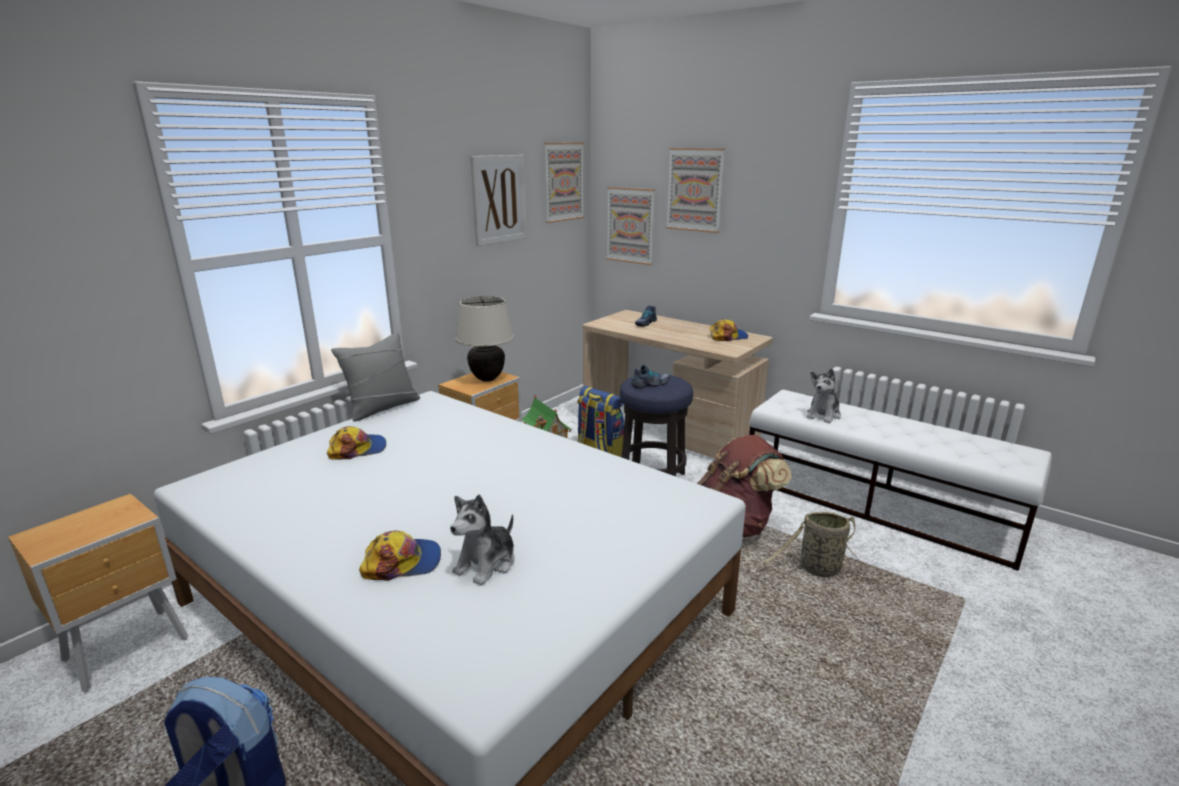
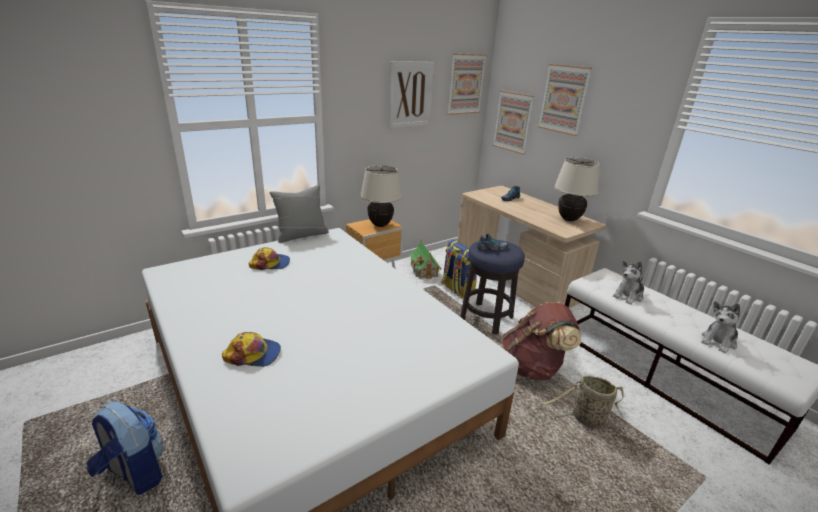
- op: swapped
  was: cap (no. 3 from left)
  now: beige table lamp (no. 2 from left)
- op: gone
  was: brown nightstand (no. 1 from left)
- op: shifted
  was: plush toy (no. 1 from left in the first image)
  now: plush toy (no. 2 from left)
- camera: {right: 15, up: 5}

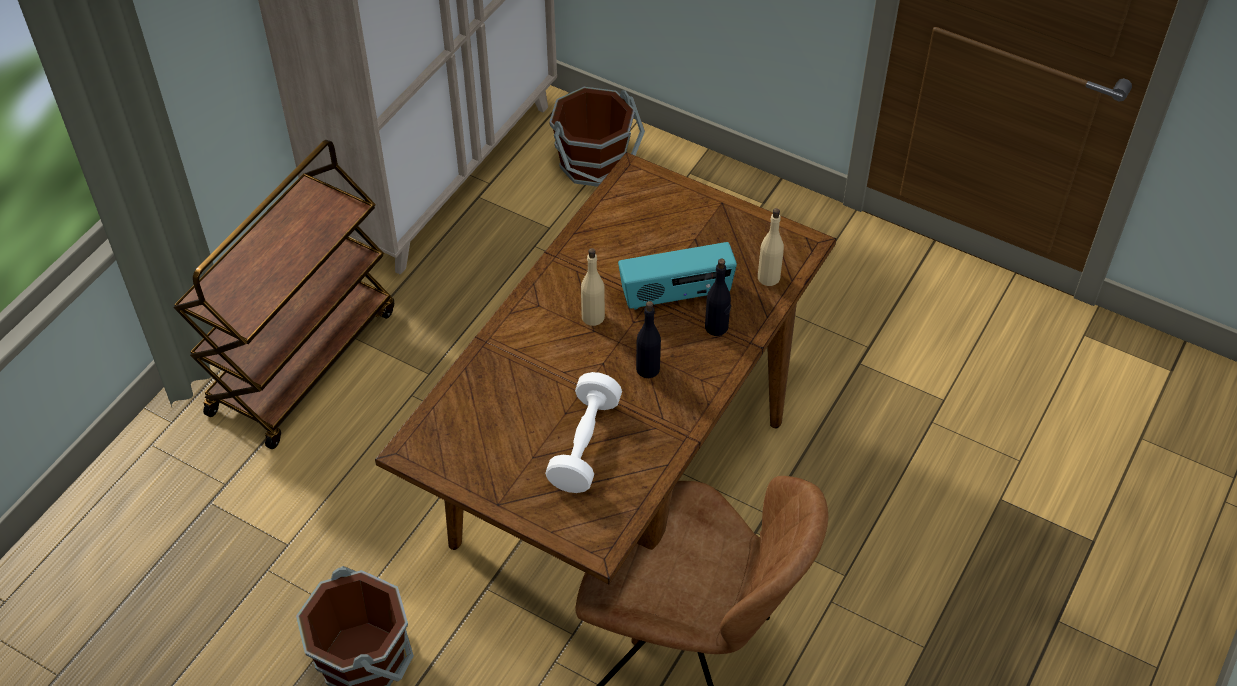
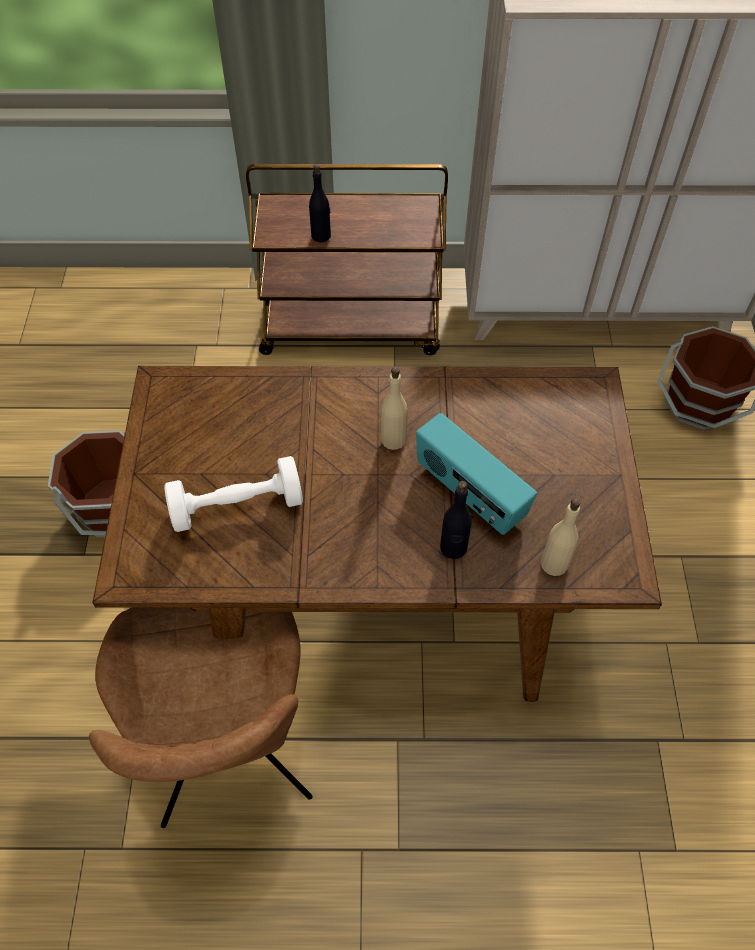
- op: shifted
  was: black bottle (no. 1 from left)
- camera: {right: 60, up: 5}

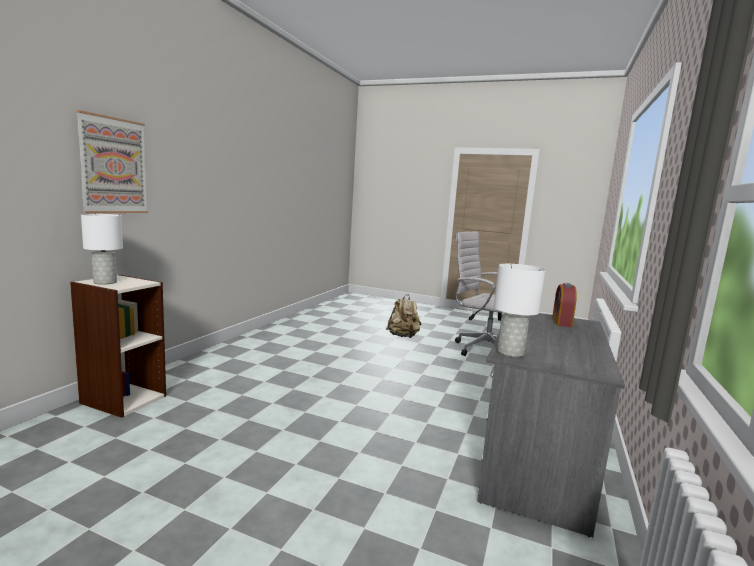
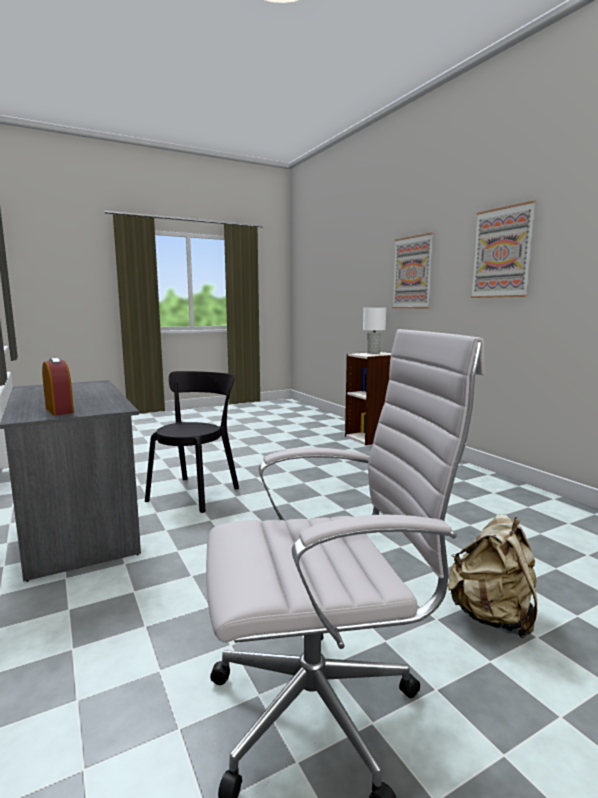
- op: gone
  was: white table lamp (no. 2 from left)
- op: new
  now: picture (no. 2 from left)
- op: new
  now: black chair
- camera: {right: 130, up: 0}

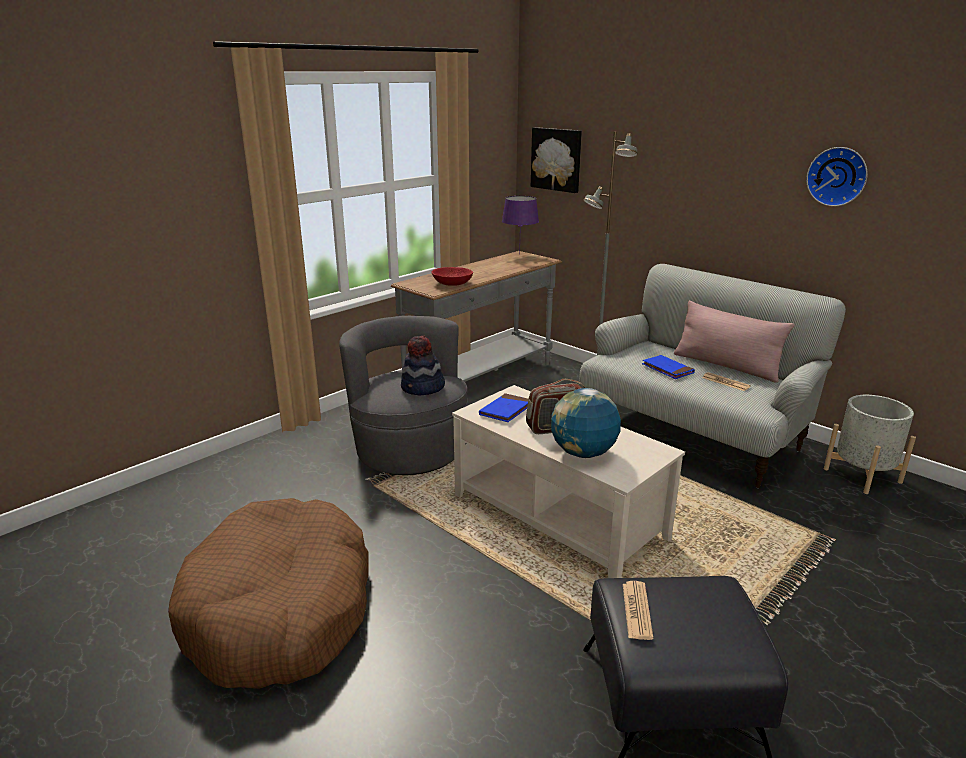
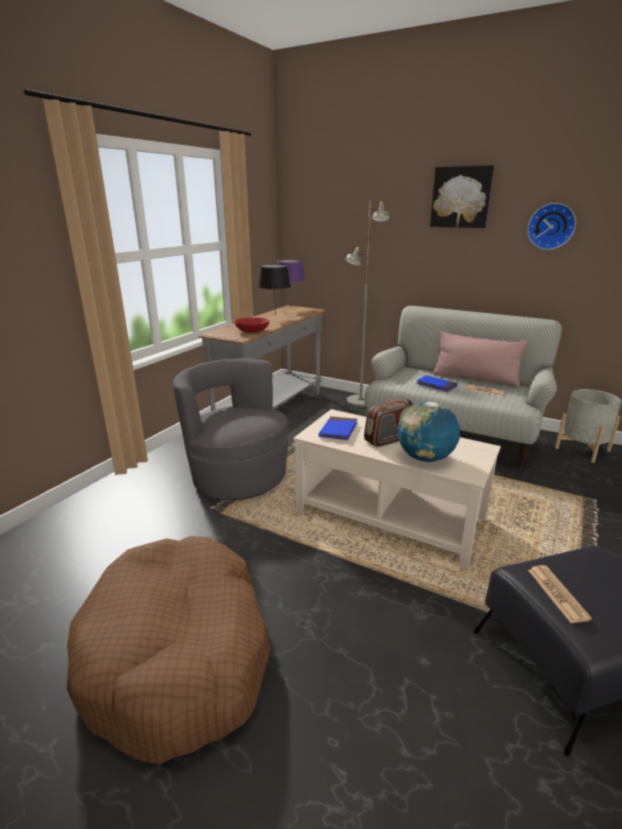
- op: shifted
  was: picture
- op: gone
  was: hat
- op: new
  now: black table lamp
- camera: {right: -15, up: 0}

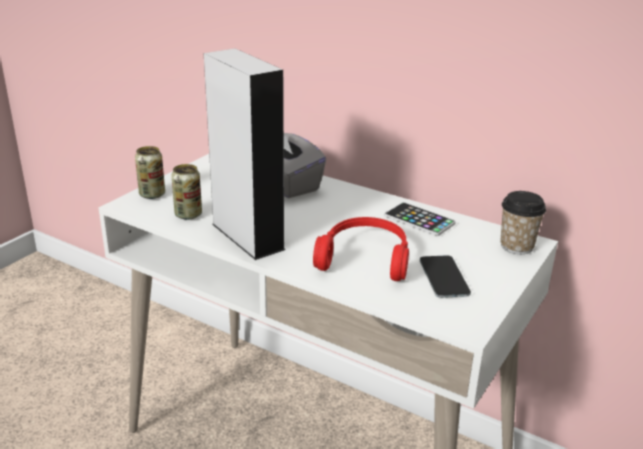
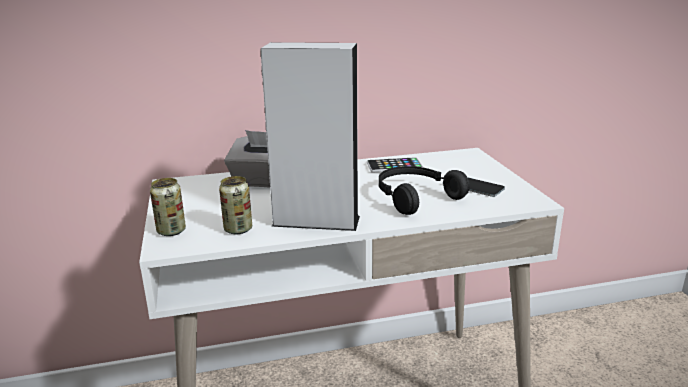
- op: gone
  was: cup
- op: repainted
  was: red headphones
  now: black headphones
- camera: {right: -45, up: -5}

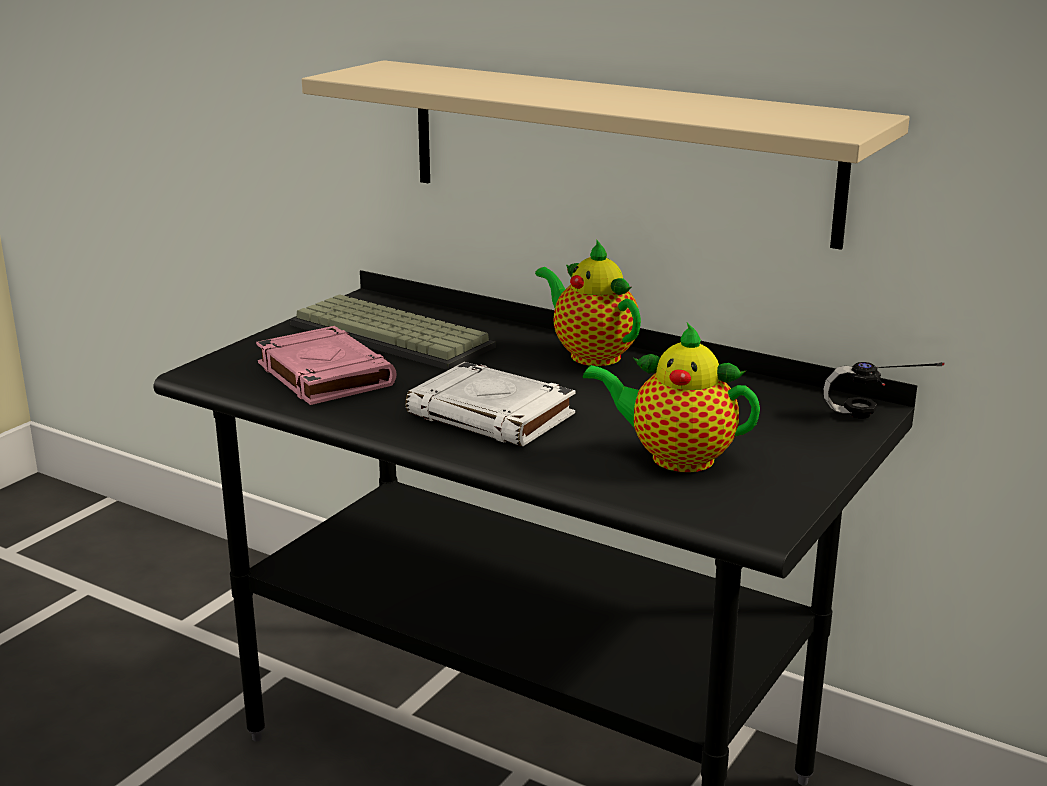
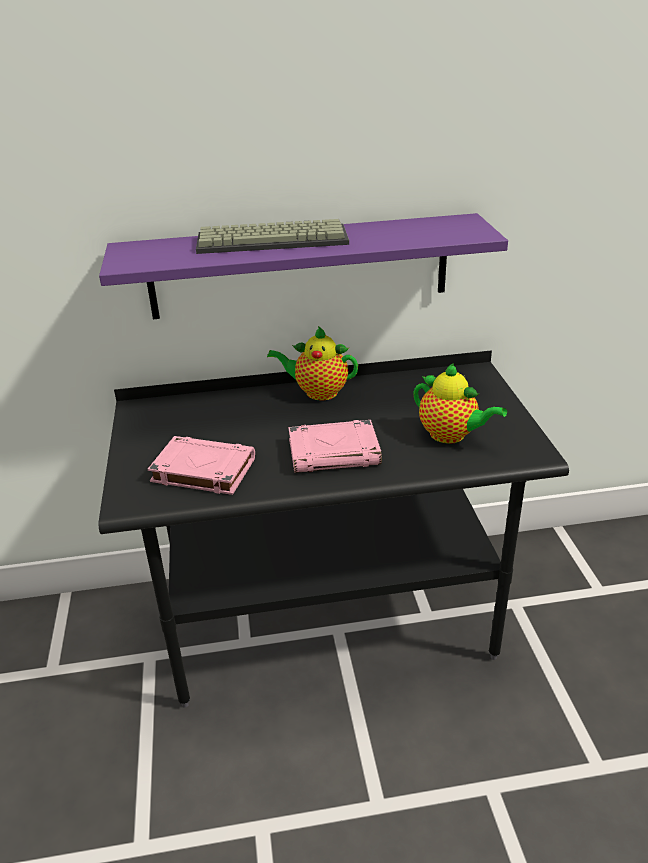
- op: repainted
  was: beige shelf
  now: purple shelf
- op: shifted
  was: keyboard
- op: rotated
  was: teapot (no. 2 from left)
  clockwise: -120
- op: repainted
  was: white book
  now: pink book (no. 2 from left)
- op: gone
  was: headphones
- camera: {right: -40, up: 10}

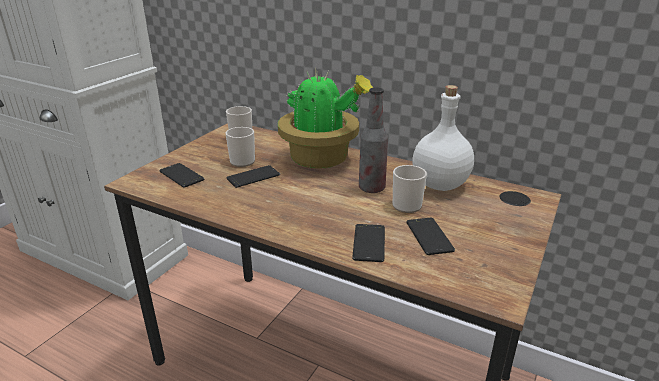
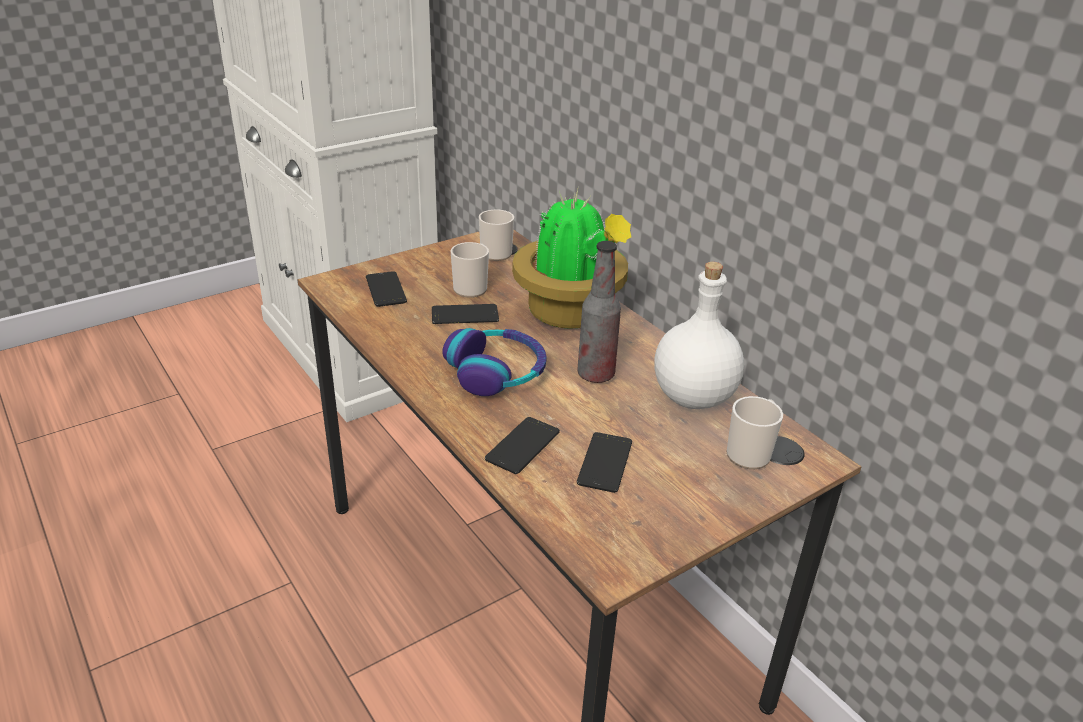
- op: shifted
  was: mug (no. 3 from left)
- op: new
  now: headphones
- camera: {right: 25, up: 5}

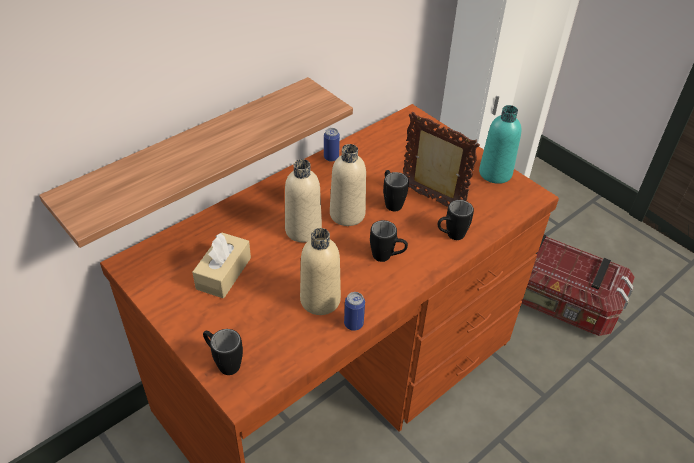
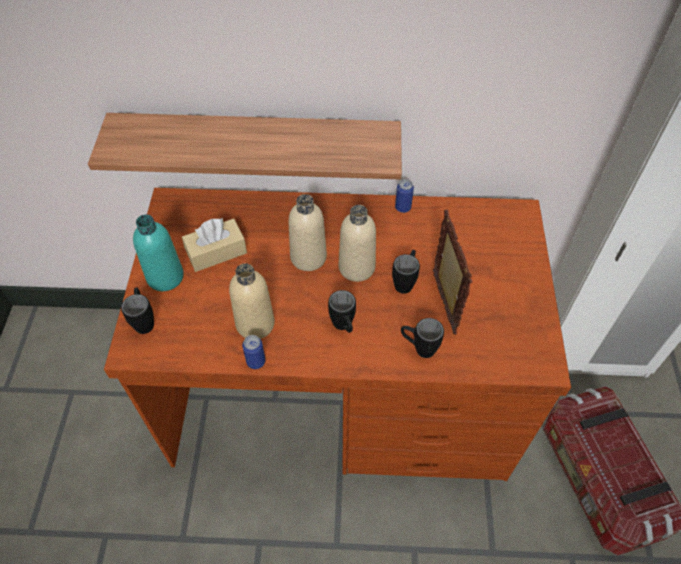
- op: shifted
  was: turquoise bottle
- camera: {right: 45, up: 10}

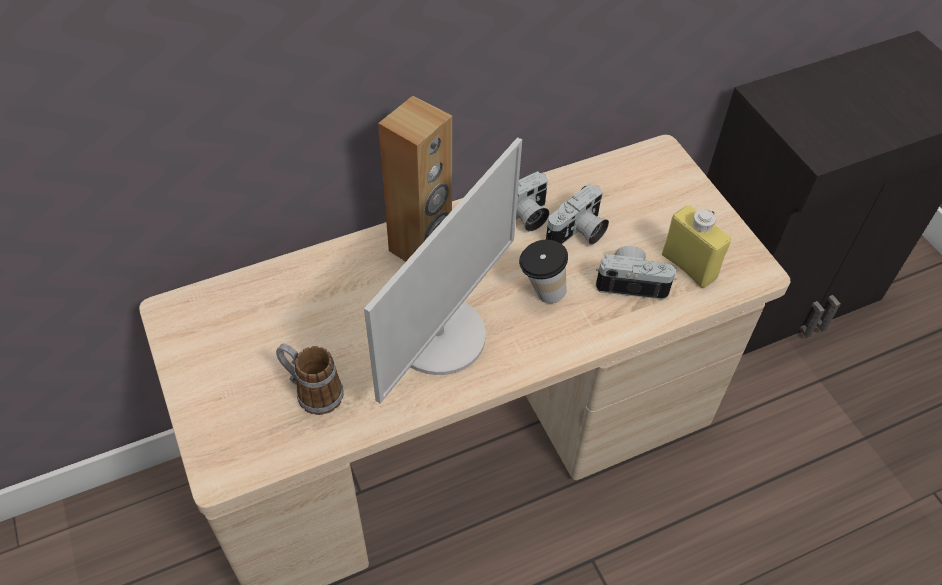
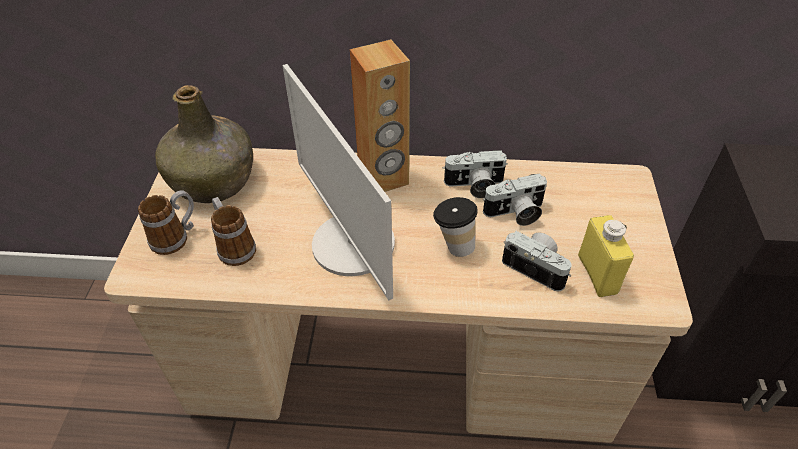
- op: rotated
  was: monitor
  clockwise: 90
- op: new
  now: green bottle
- op: new
  now: mug (no. 1 from left)
- camera: {right: 30, up: -5}

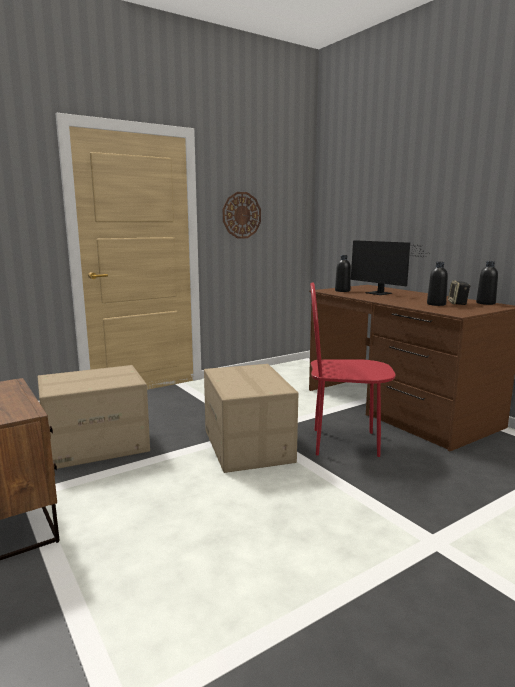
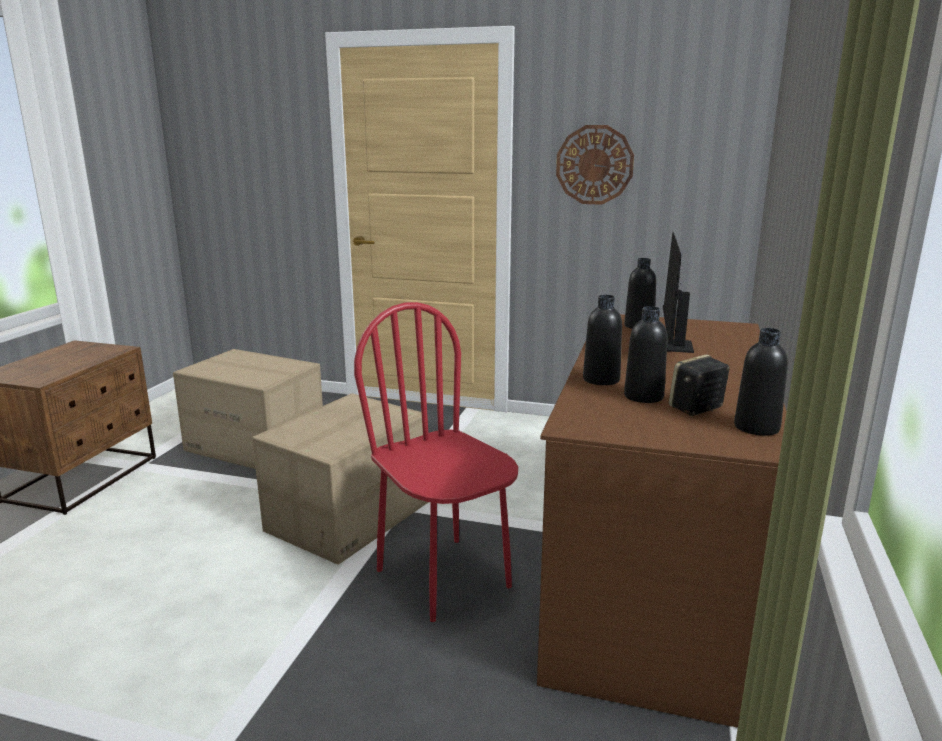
- op: new
  now: black bottle (no. 1 from left)
- camera: {right: 50, up: 5}

